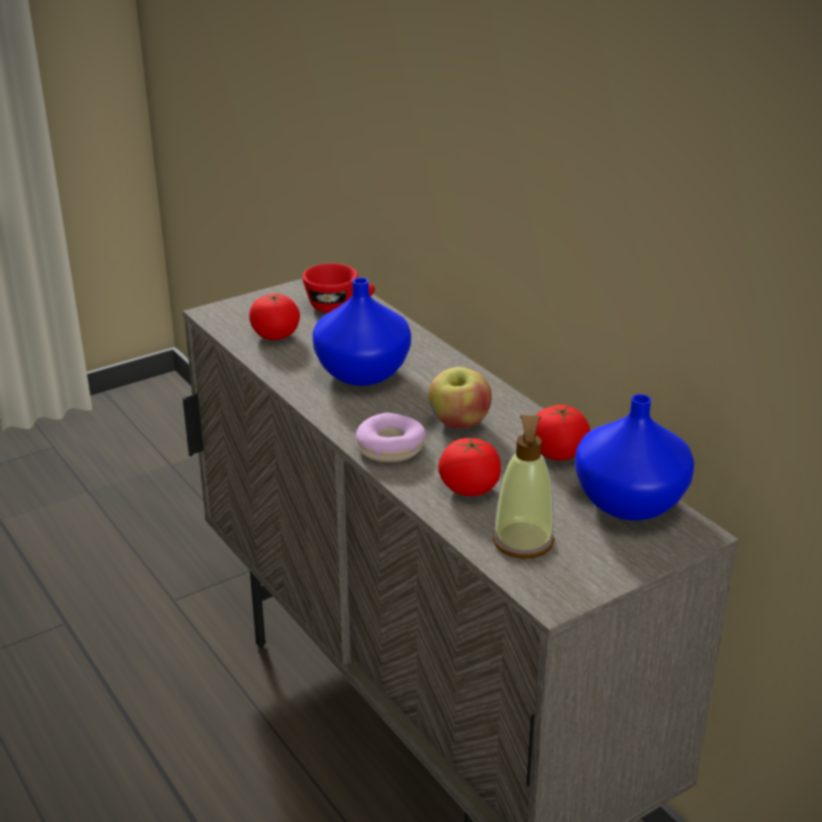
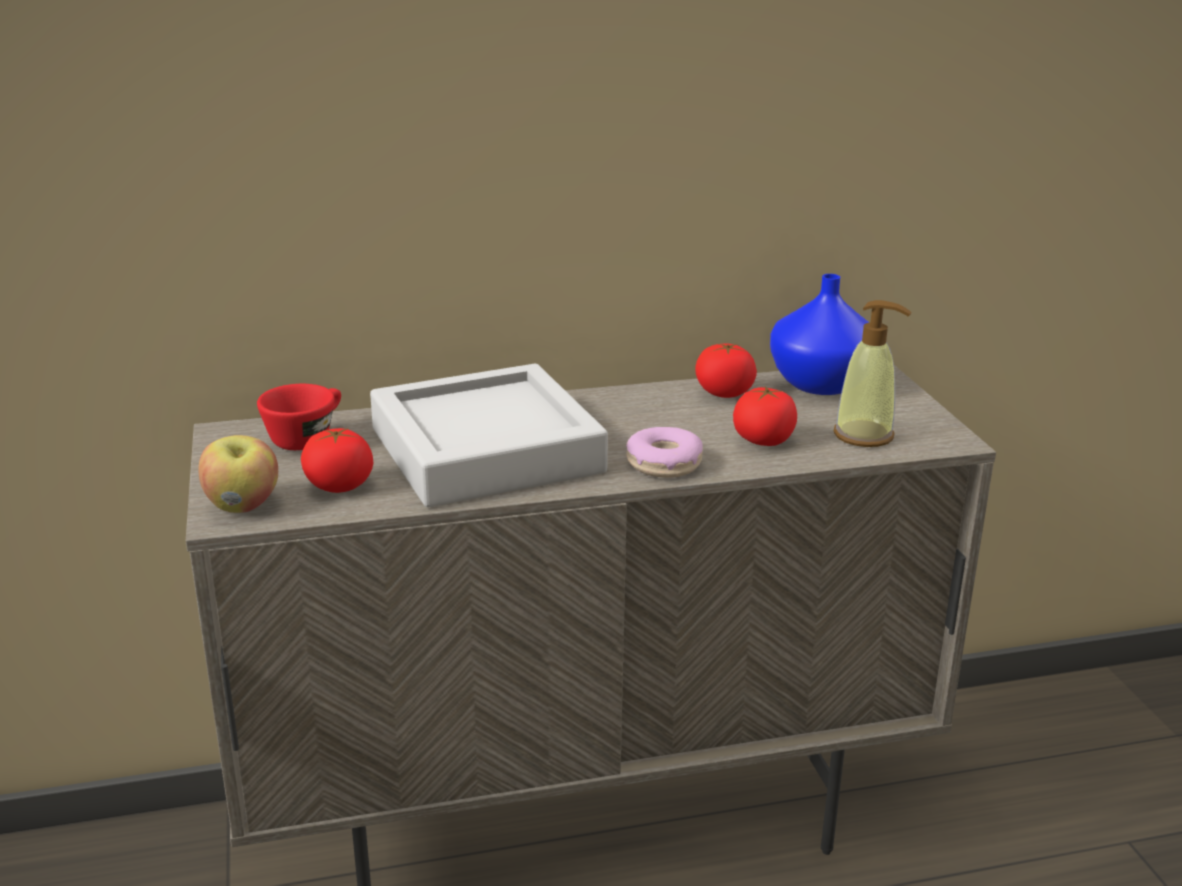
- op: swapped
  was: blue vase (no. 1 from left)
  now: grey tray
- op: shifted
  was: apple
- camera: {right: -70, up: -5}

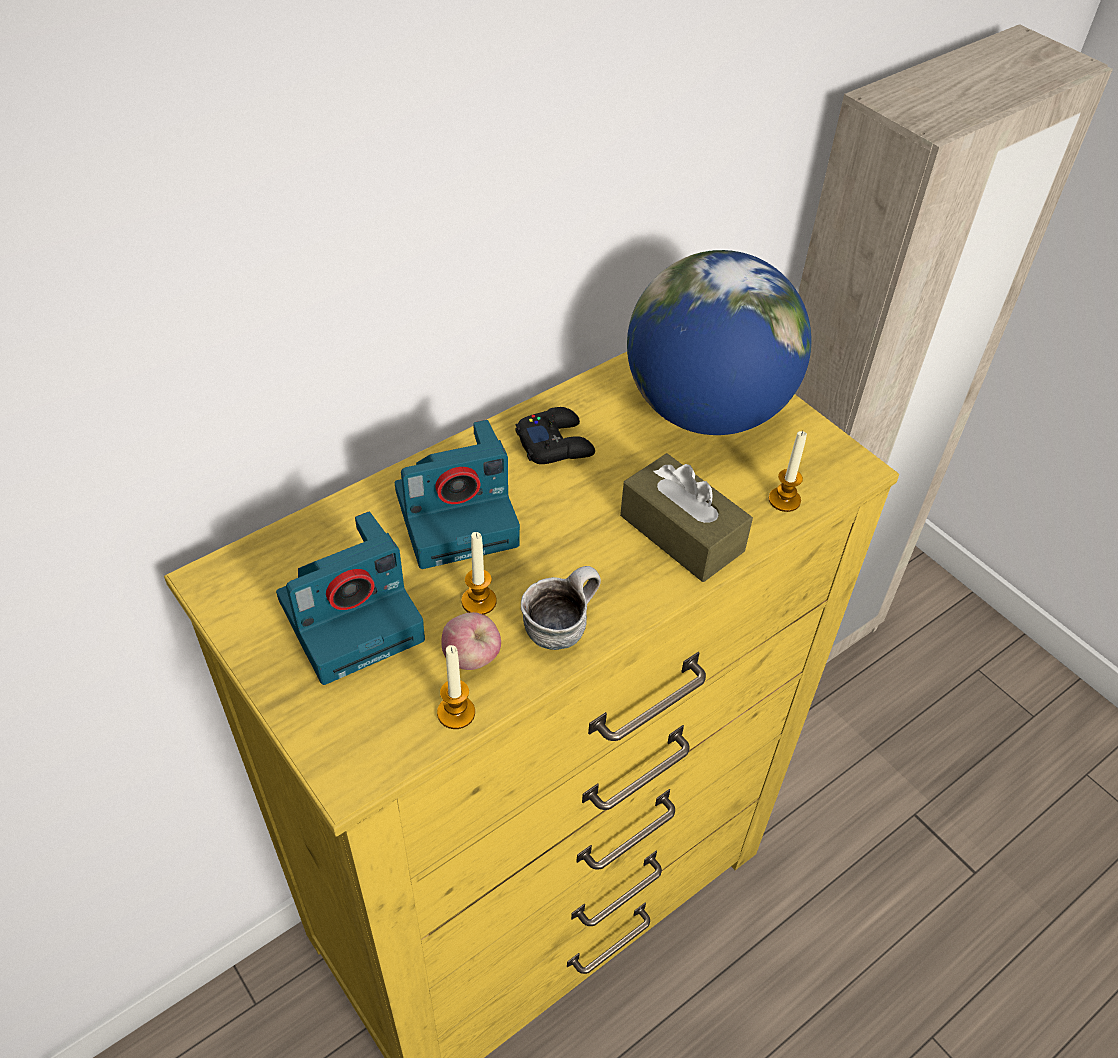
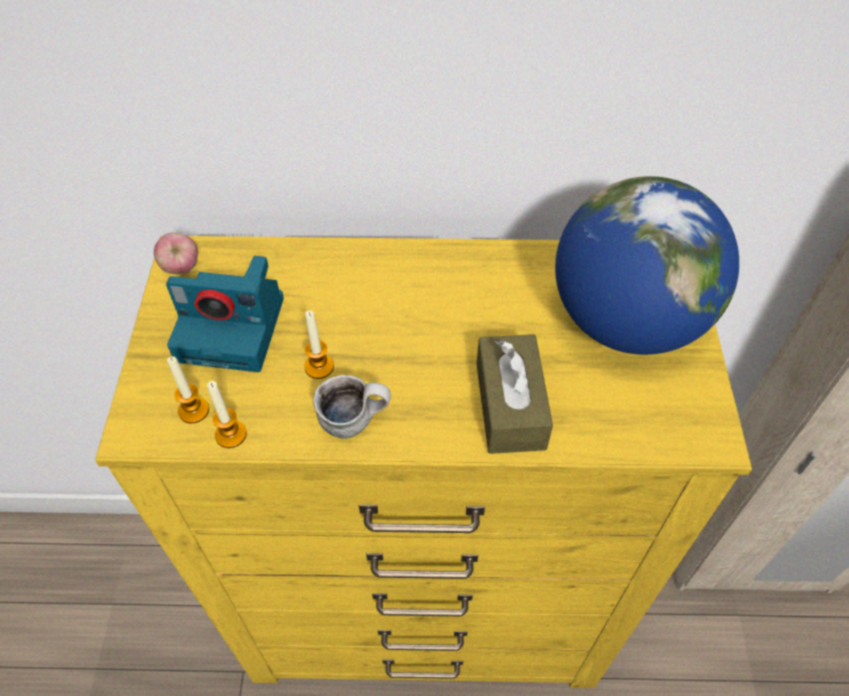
- op: gone
  was: black game controller
- op: gone
  was: photo camera (no. 2 from left)
- op: shifted
  was: candle (no. 3 from left in the first image)
  now: candle (no. 1 from left)
- op: shifted
  was: apple
- camera: {right: 40, up: 5}

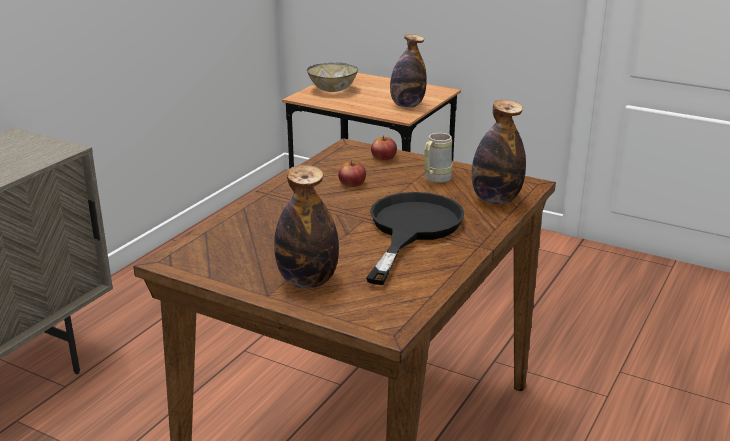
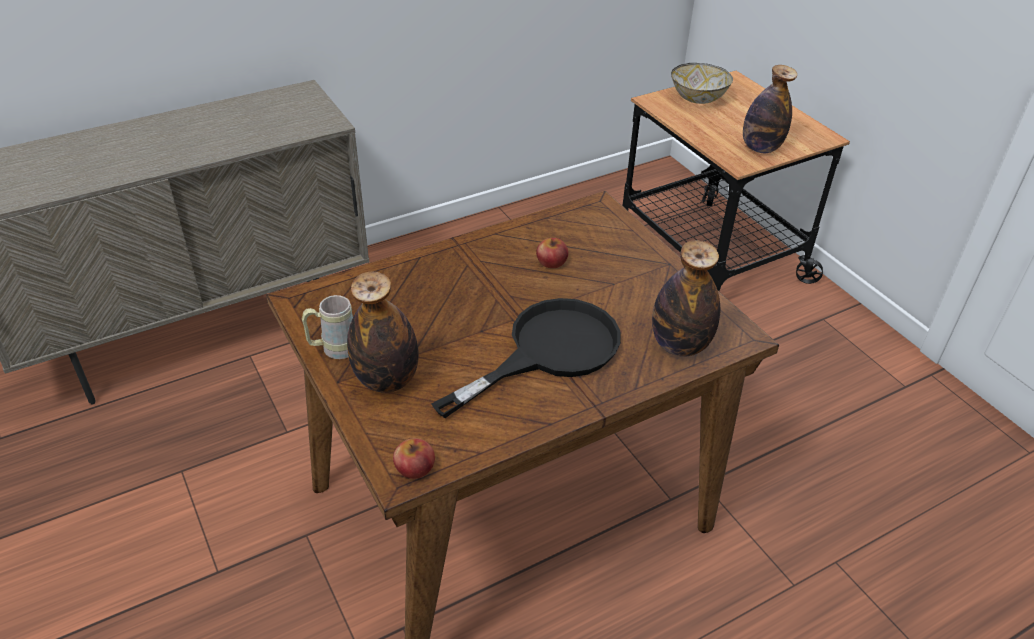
- op: shifted
  was: beige mug
- op: shifted
  was: apple (no. 2 from left in the first image)
  now: apple (no. 1 from left)
- camera: {right: 30, up: 15}

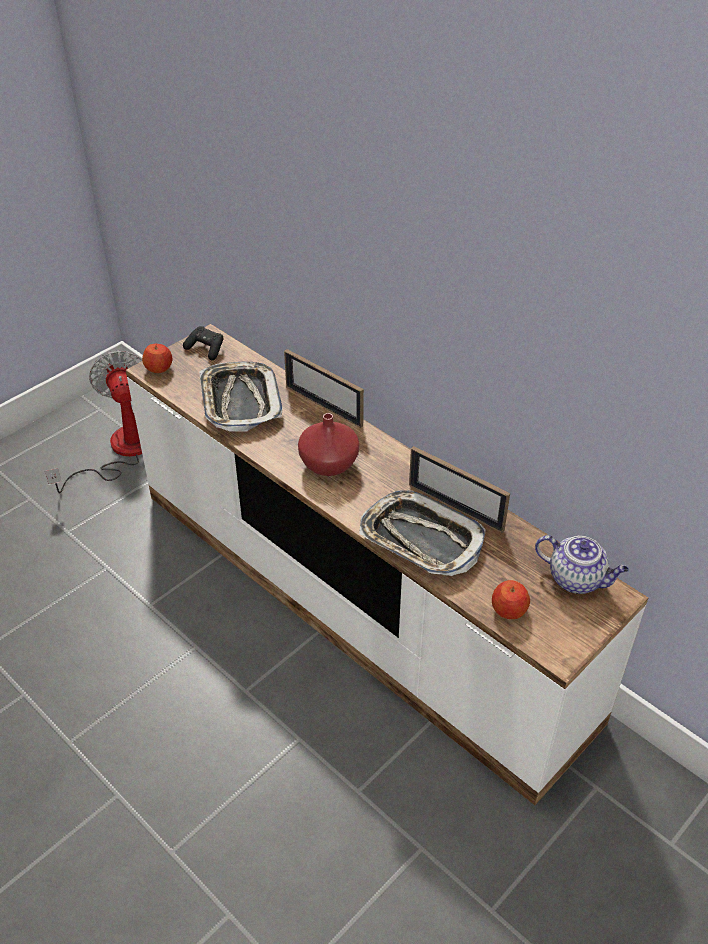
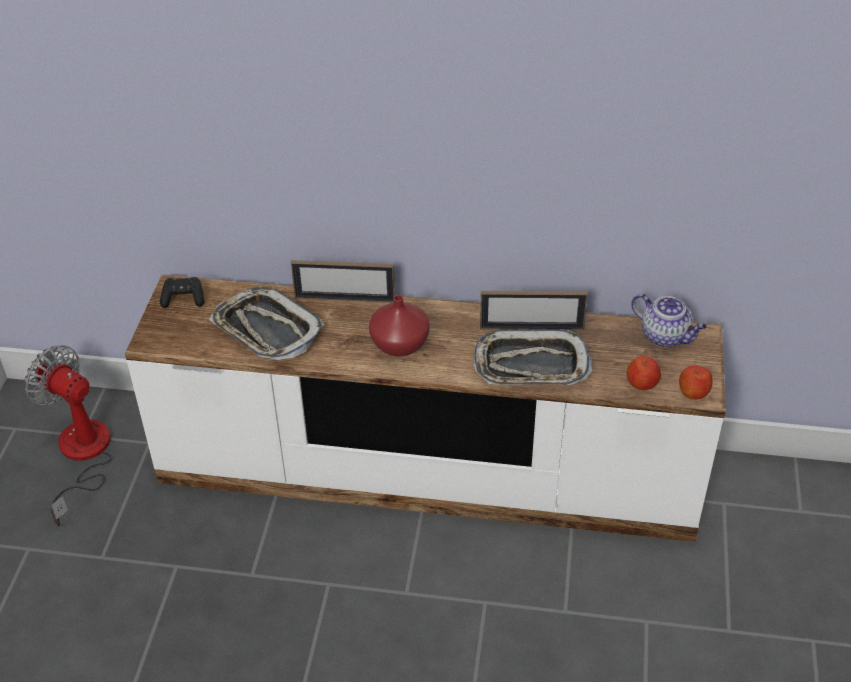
- op: shifted
  was: apple (no. 1 from left in the first image)
  now: apple (no. 2 from left)
- op: rotated
  was: teapot
  clockwise: 45
- camera: {right: -35, up: 0}

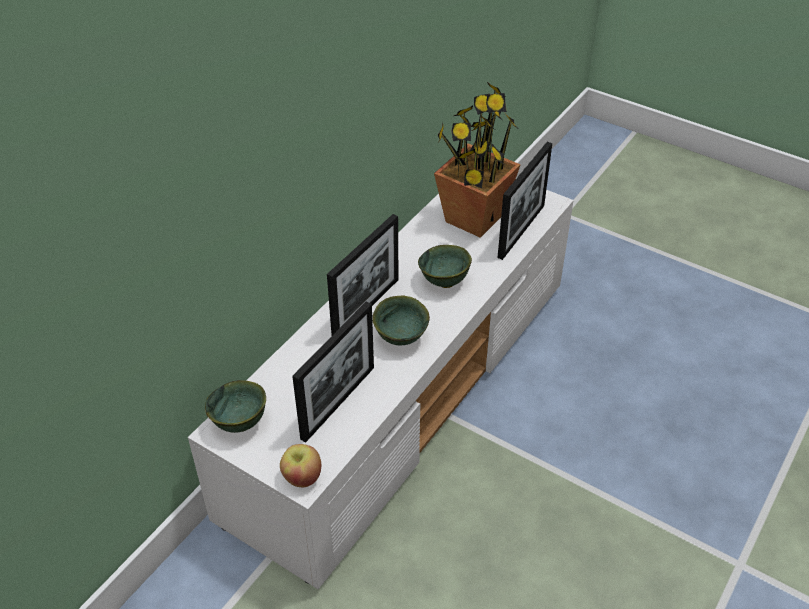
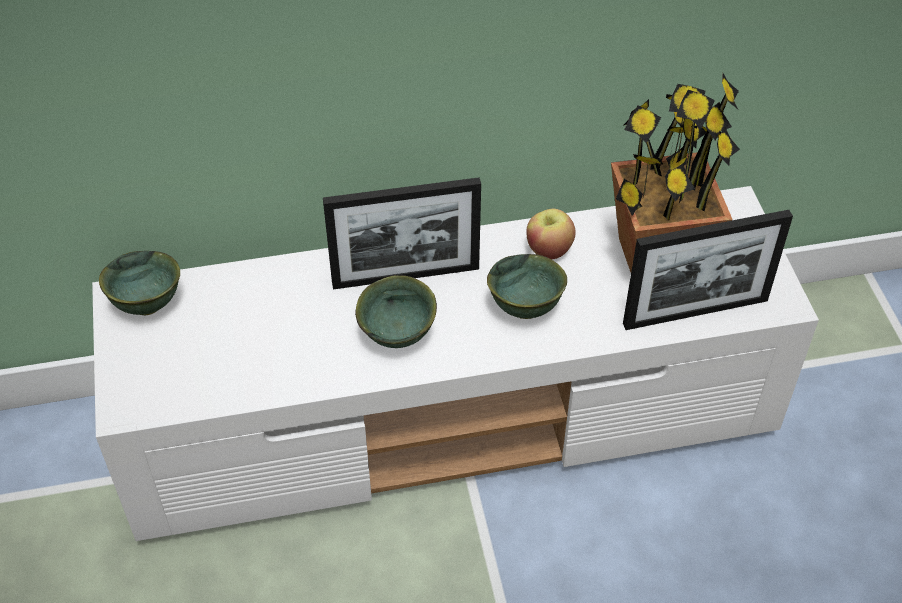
- op: gone
  was: picture frame (no. 1 from left)
- op: shifted
  was: apple
- camera: {right: 45, up: 5}

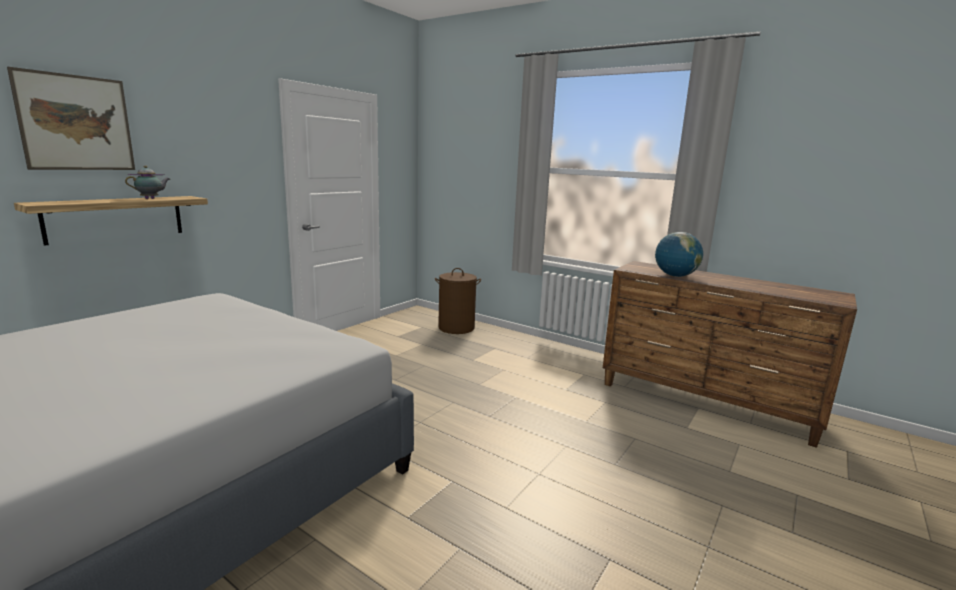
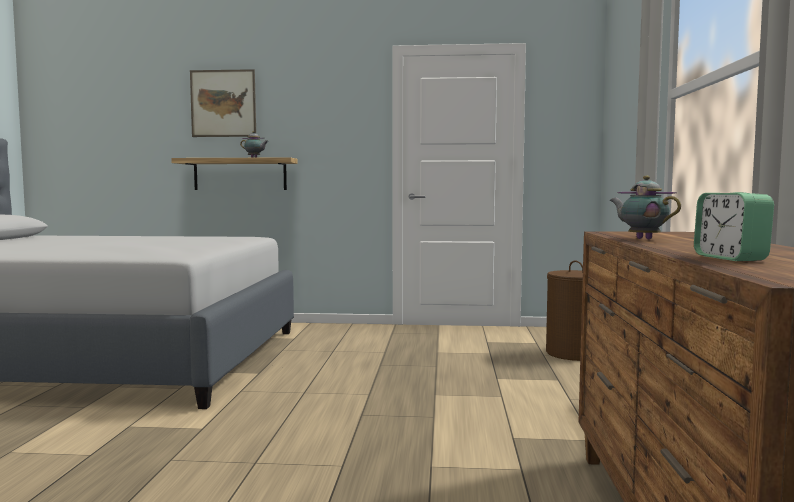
- op: swapped
  was: globe
  now: teapot (no. 2 from left)
- op: new
  now: alarm clock
- camera: {right: 60, up: -10}

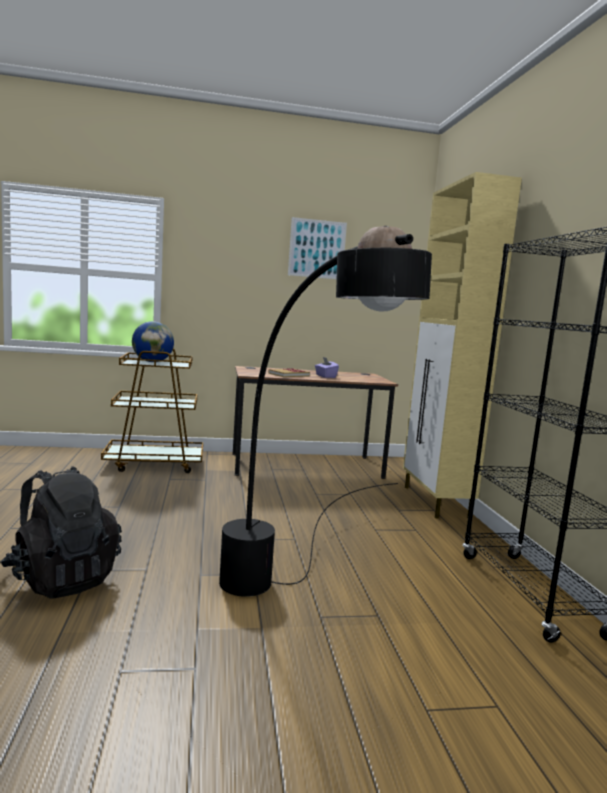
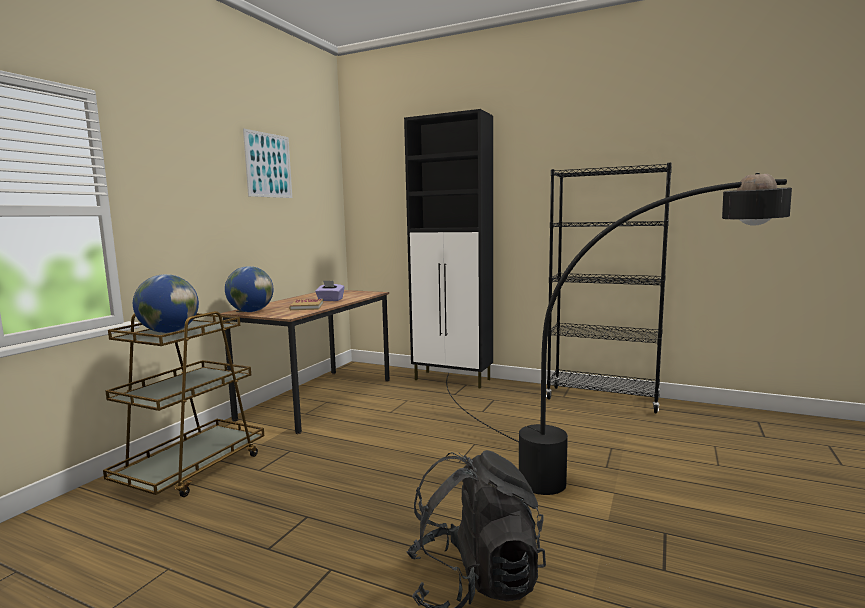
- op: repainted
  was: beige cabinet
  now: black cabinet
- op: new
  now: globe (no. 2 from left)
- camera: {right: -55, up: 0}

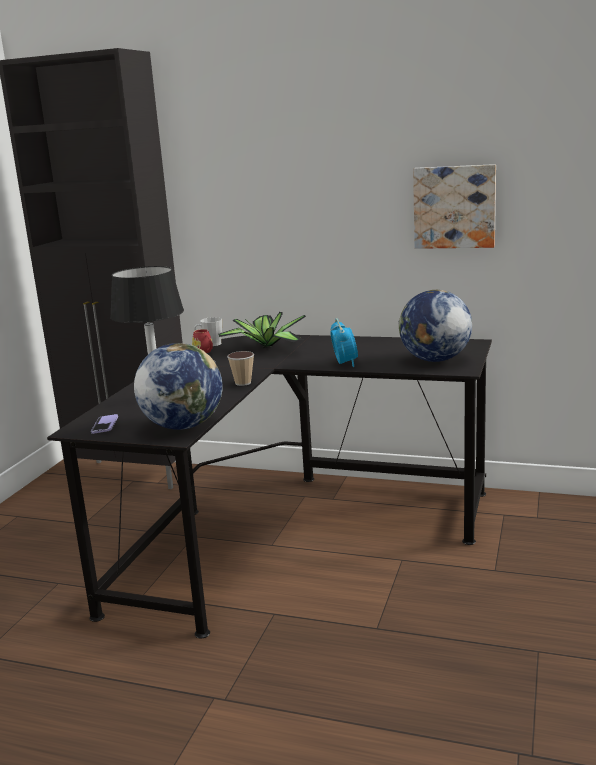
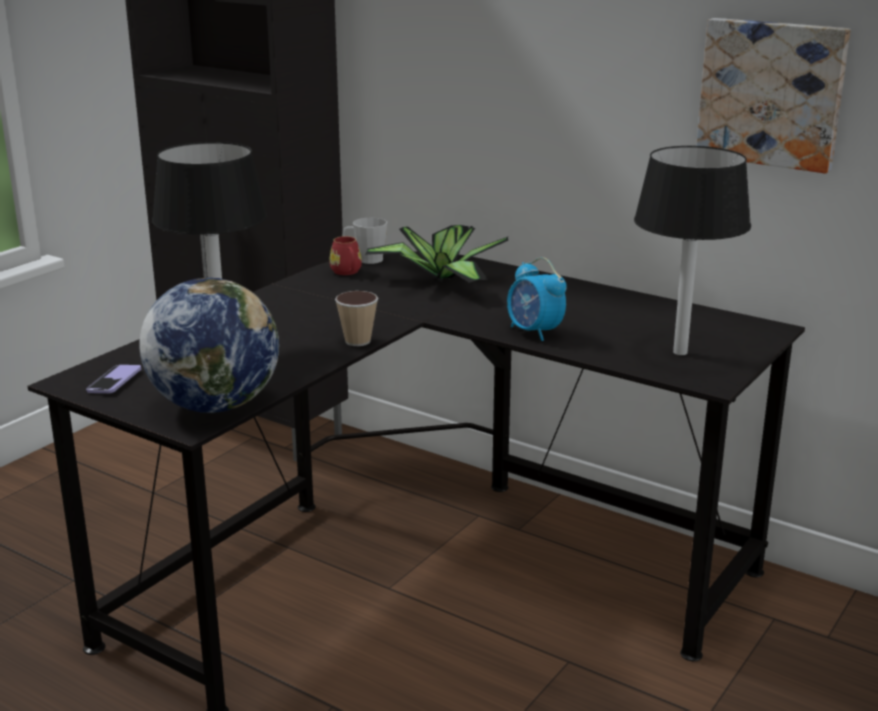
- op: swapped
  was: globe (no. 2 from left)
  now: black table lamp (no. 2 from left)
- op: rotated
  was: alarm clock
  clockwise: 135
- camera: {right: 15, up: 5}

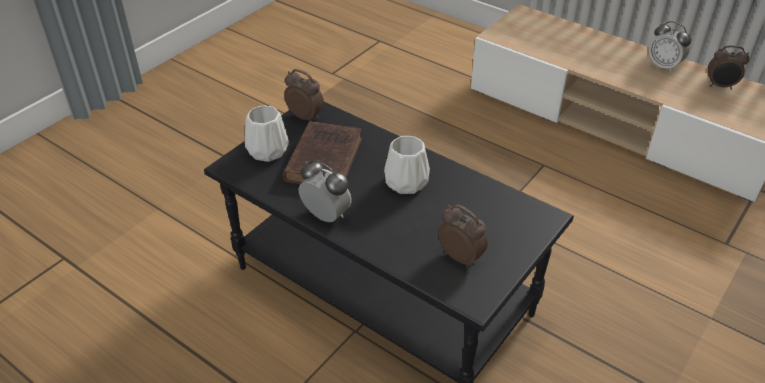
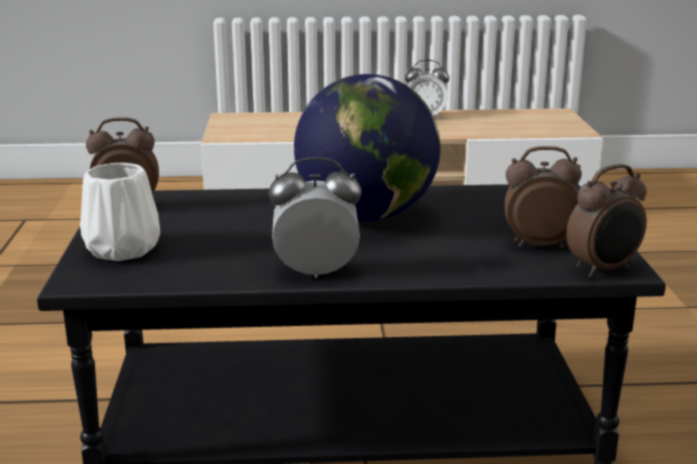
- op: shifted
  was: alarm clock (no. 5 from left)
- op: gone
  was: brown book
- op: swapped
  was: white vase (no. 2 from left)
  now: globe
- camera: {right: -40, up: -20}

